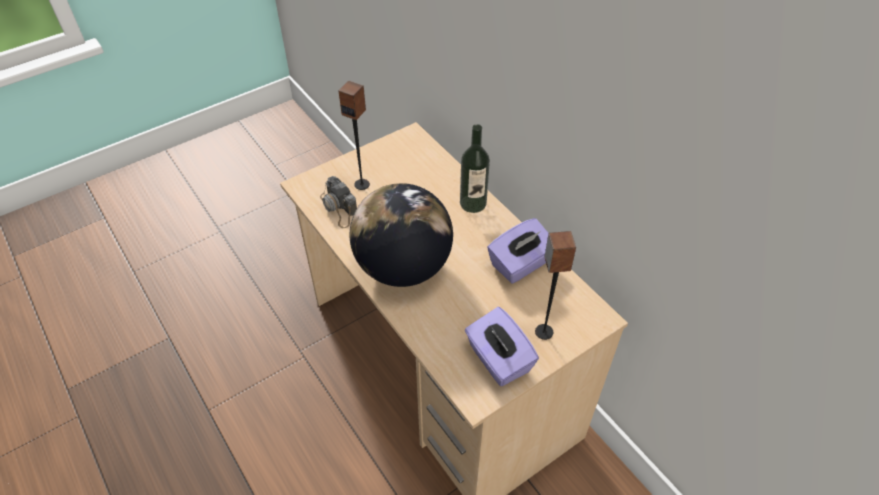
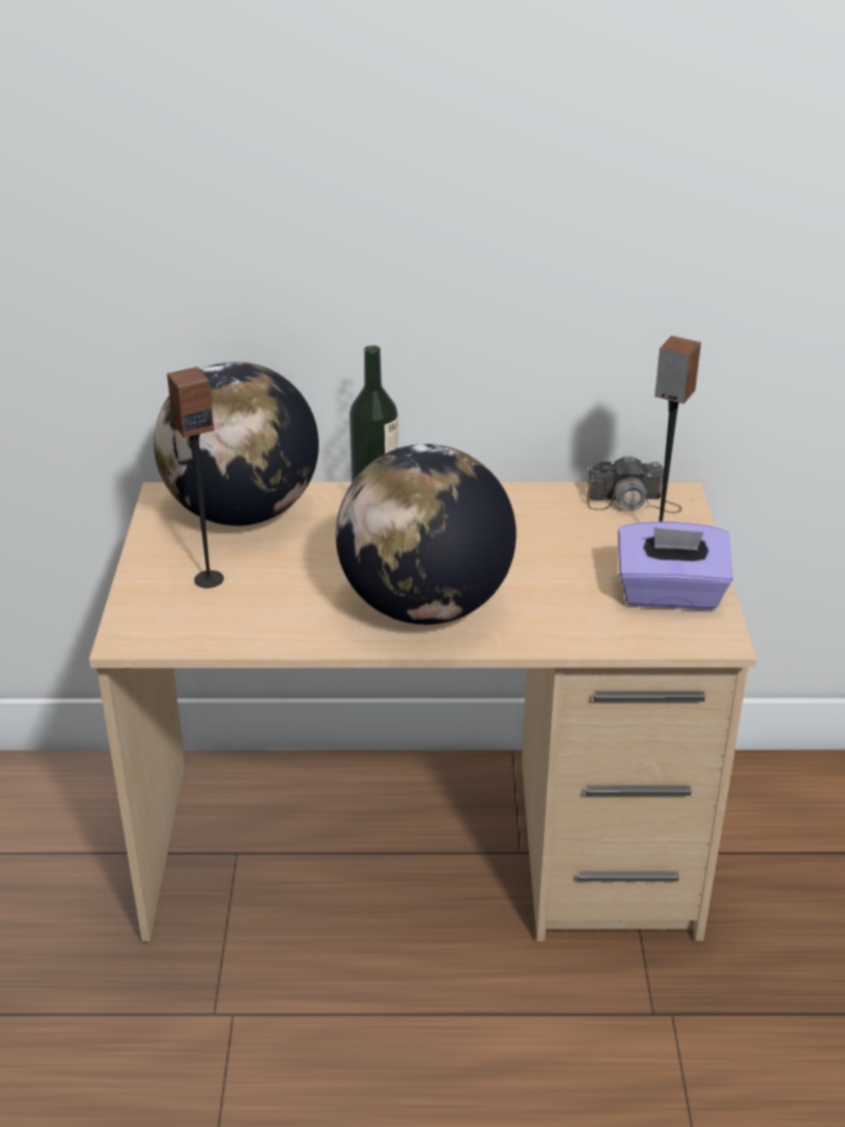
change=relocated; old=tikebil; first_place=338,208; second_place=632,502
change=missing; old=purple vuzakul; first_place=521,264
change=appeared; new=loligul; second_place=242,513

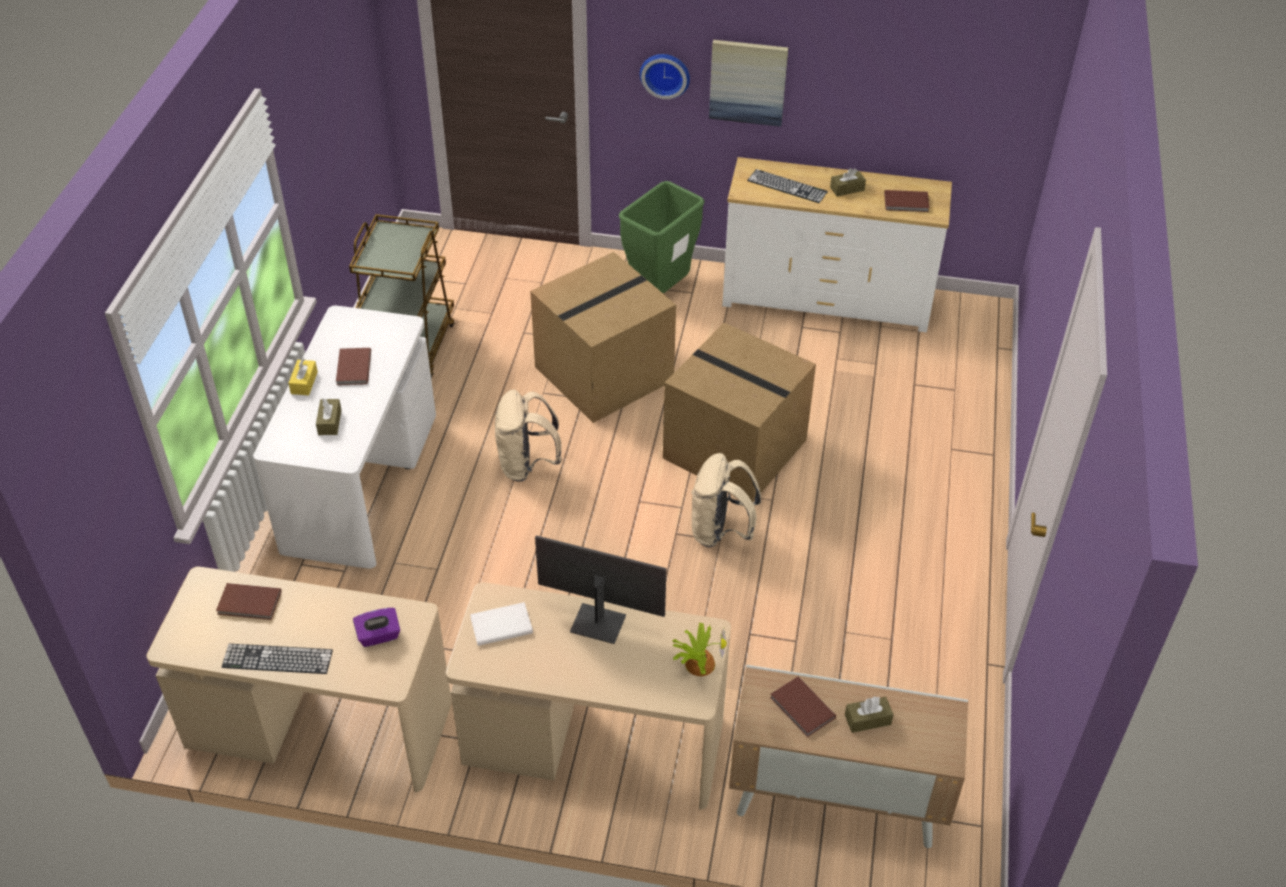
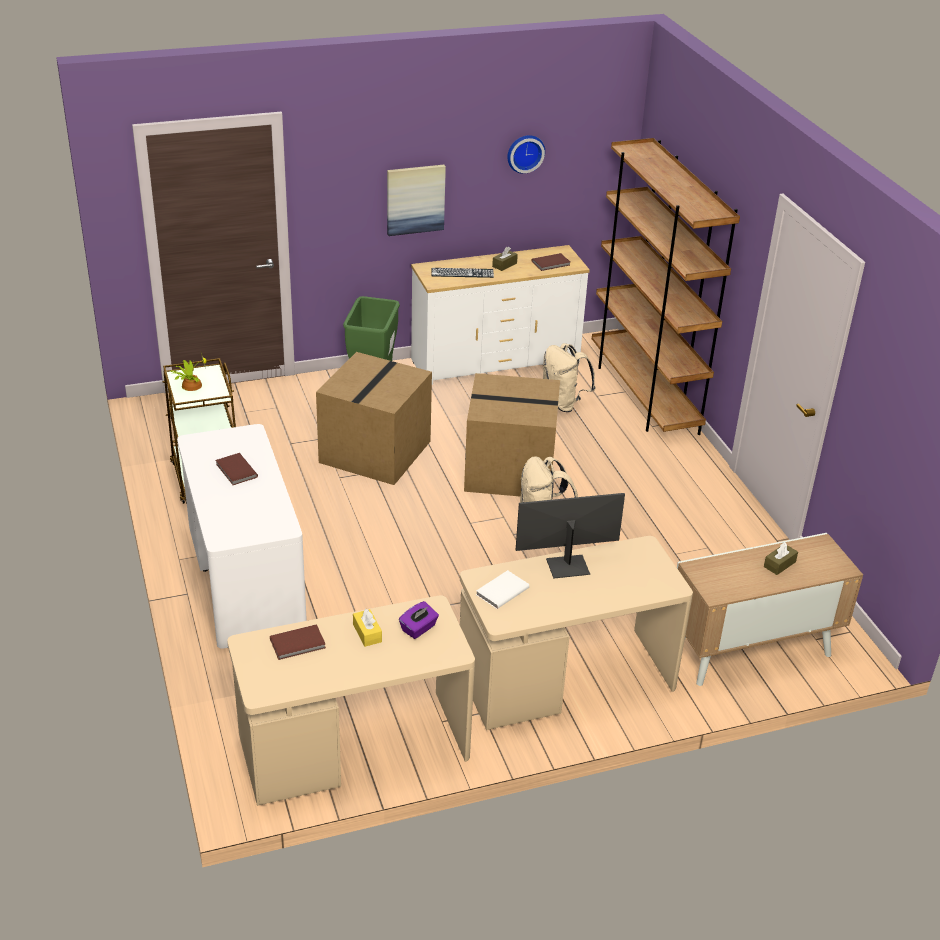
change=relocated; old=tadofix; first_place=665,74; second_place=525,153
change=relocated; old=yellow vuzakul; first_place=304,383; second_place=367,633
change=relocated; old=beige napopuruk; first_place=527,465; second_place=563,403
change=missing; old=brown vuzakul; first_place=329,422
change=relocated; old=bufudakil; first_place=698,662; second_place=190,385
change=missing; old=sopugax; first_place=277,659
change=missing; old=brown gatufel; first_place=802,709
change=appeared; new=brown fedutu; second_place=644,395

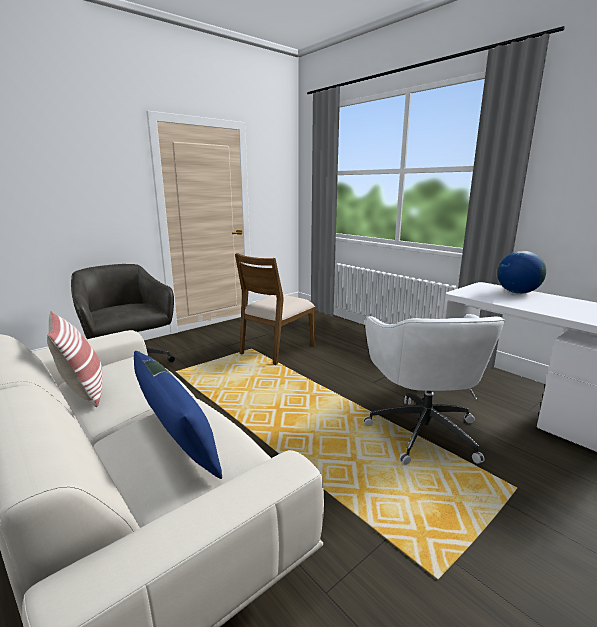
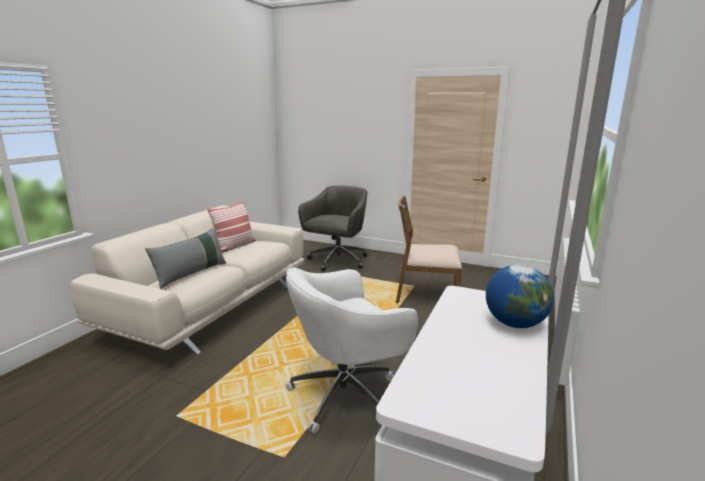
change=colour; old=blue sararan; new=grey sararan; first_place=177,440; second_place=191,274

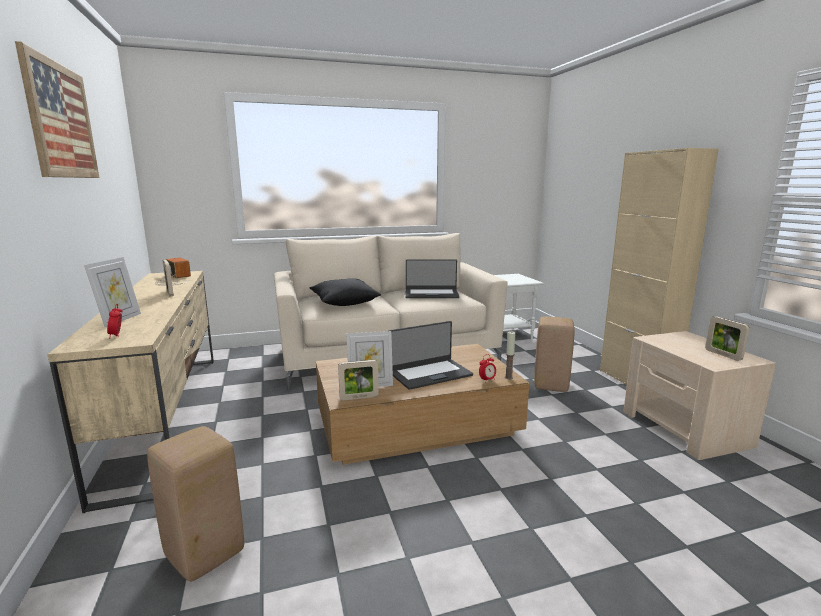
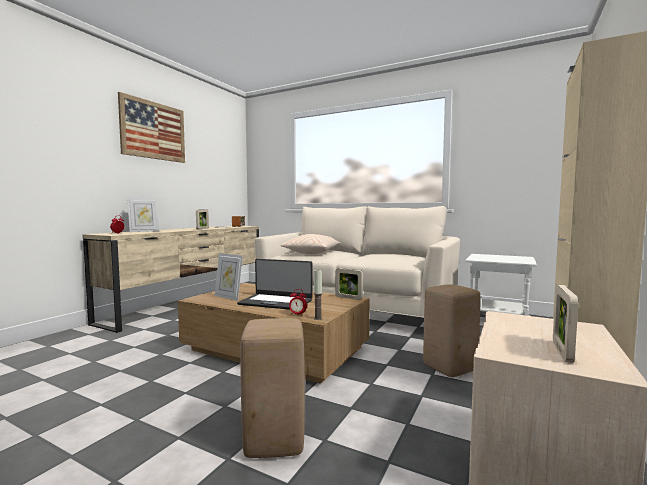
change=missing; old=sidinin; first_place=431,294
change=colour; old=black sararan; new=beige sararan; first_place=344,302; second_place=311,252
change=relocated; old=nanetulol; first_place=359,397; second_place=348,298
change=relocated; old=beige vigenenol; first_place=204,555; second_place=273,442

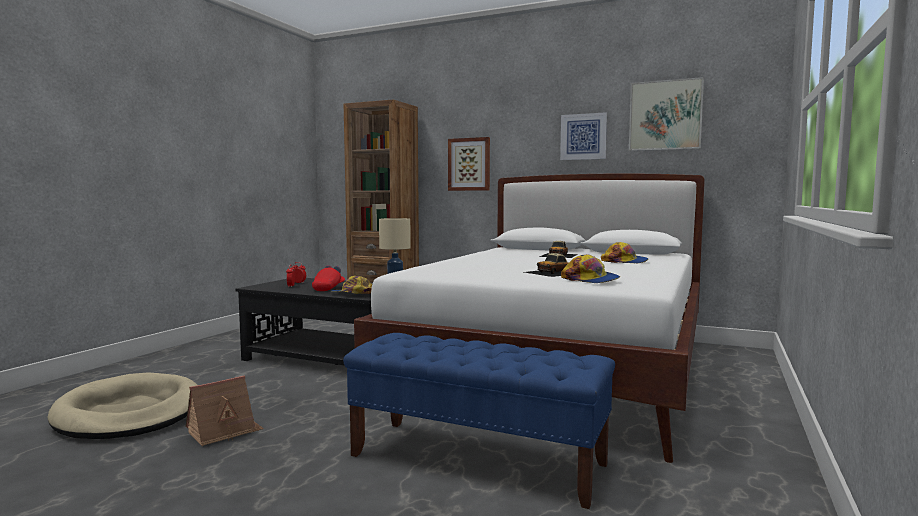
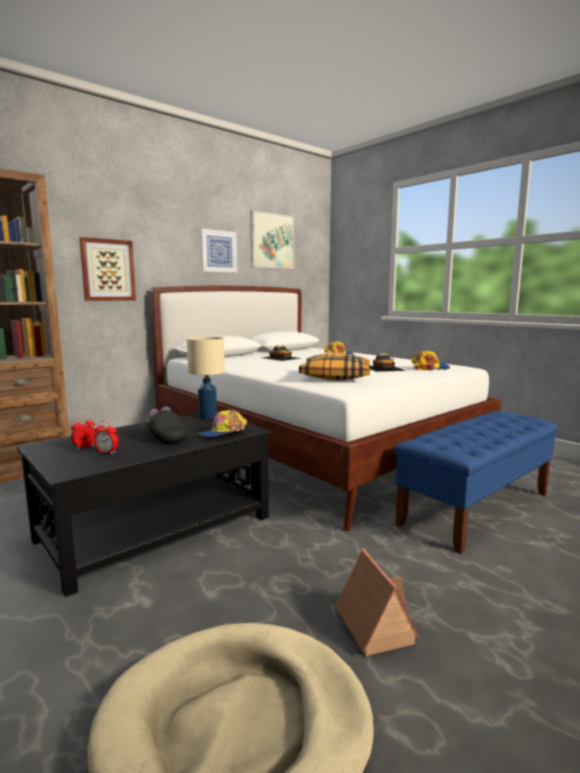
change=colour; old=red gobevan; new=black gobevan; first_place=329,288; second_place=165,438
change=appeared; new=sararan; second_place=335,376

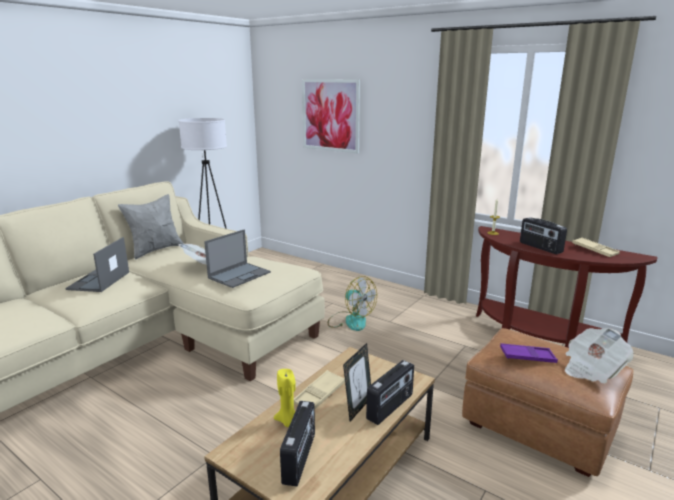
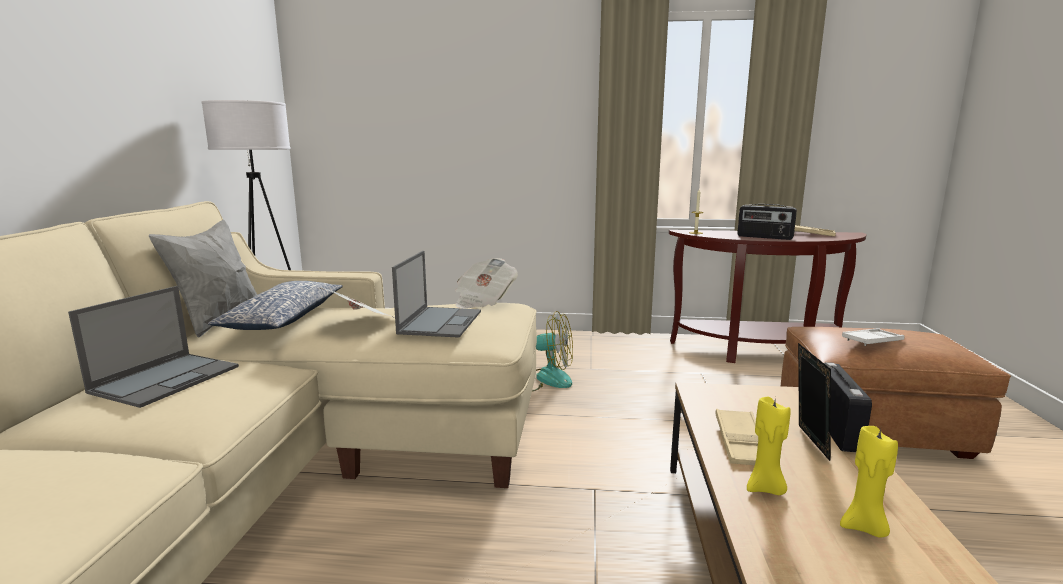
change=missing; old=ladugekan; first_place=330,115
change=spun; old=sidinin; first_place=98,281; second_place=167,379; degrees=-135
change=relocated; old=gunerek; first_place=592,369; second_place=483,301
change=colour; old=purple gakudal; new=white gakudal; first_place=527,357; second_place=872,341
change=exchanged; old=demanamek; new=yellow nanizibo; first_place=300,459; second_place=864,528
change=appeared; new=sararan; second_place=283,319

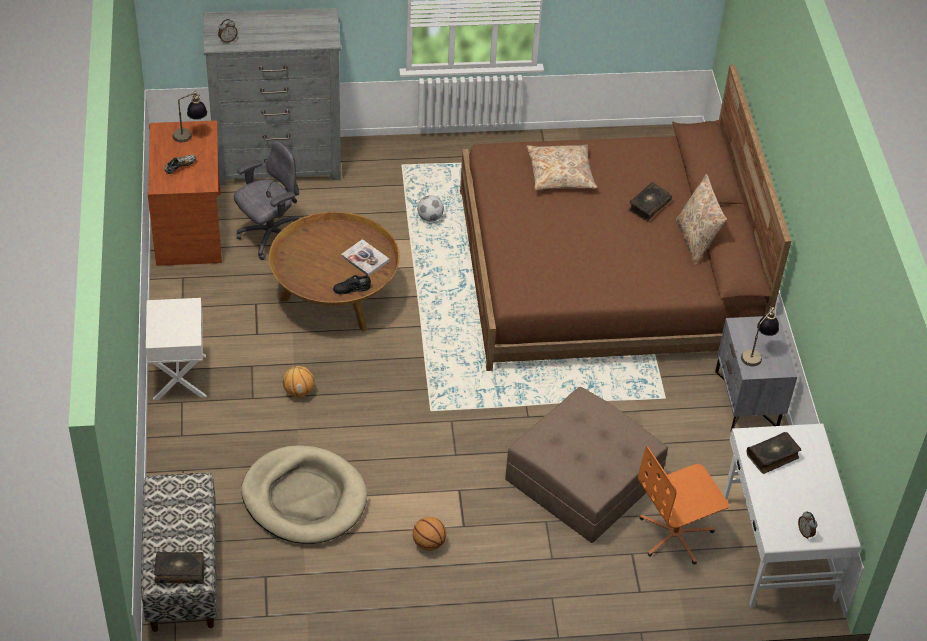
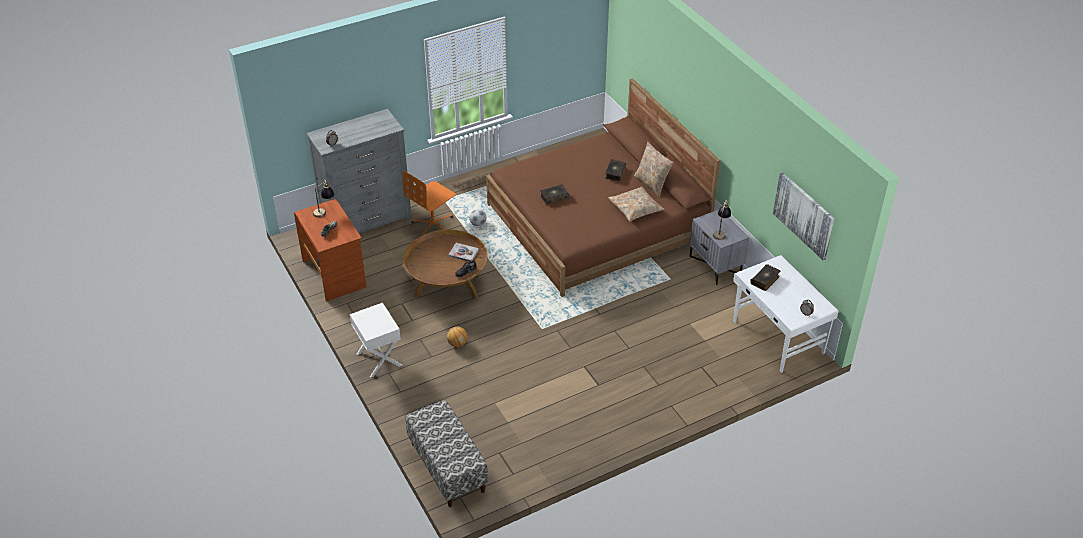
change=missing; old=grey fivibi; first_place=270,236
change=relocated; old=beige sararan; first_place=560,174; second_place=635,208
change=missing; old=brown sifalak; first_place=583,479
change=missing; old=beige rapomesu; first_place=304,498
change=relocated; old=orange fivibi; first_place=675,535; second_place=433,224
change=missing; old=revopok; first_place=428,543
change=relocated; old=gatufel; first_place=180,571; second_place=554,197
change=appeared; new=ladugekan; second_place=803,215

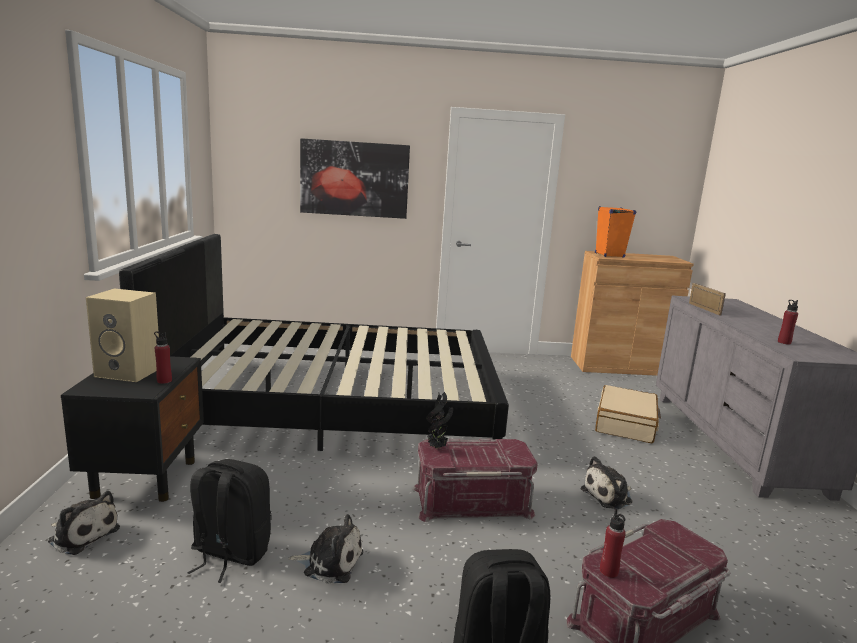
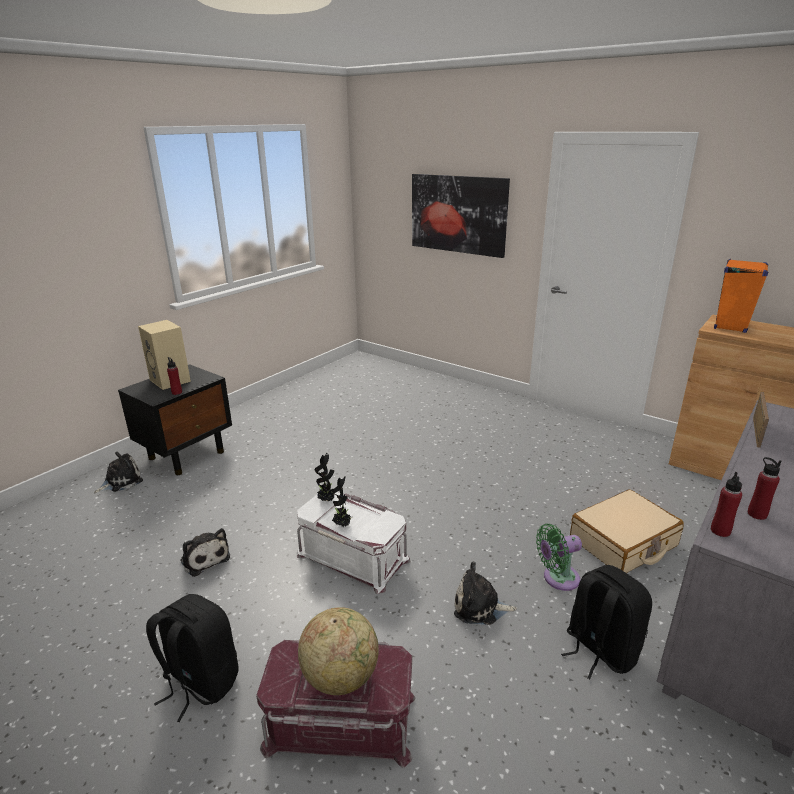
change=missing; old=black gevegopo; first_place=336,403
change=colour; old=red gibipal; new=white gibipal; first_place=472,500; second_place=353,556
change=relocated; old=black napopuruk; first_place=229,554; second_place=599,649
change=spun; old=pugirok; first_place=82,534; second_place=121,481; degrees=-105
change=relocated; old=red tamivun; first_place=608,571; second_place=720,531
change=appeared; new=bufudakil; second_place=342,525
change=appeared; new=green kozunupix; second_place=557,578
change=appeared; new=loligul; second_place=341,677

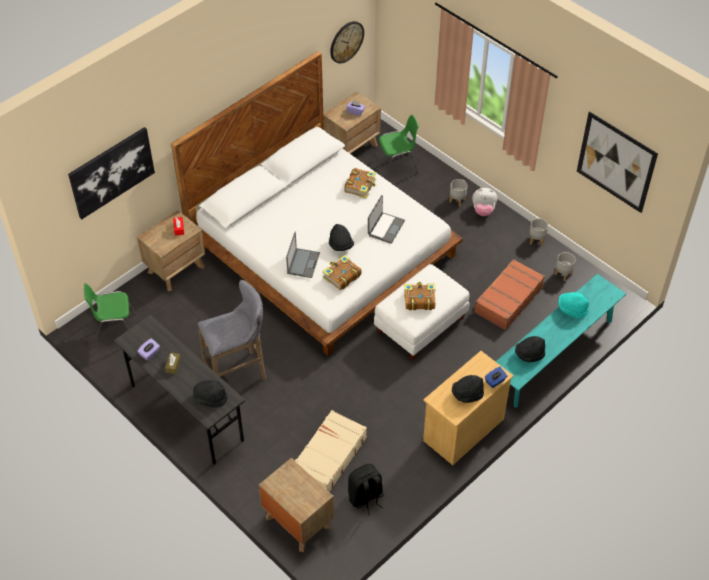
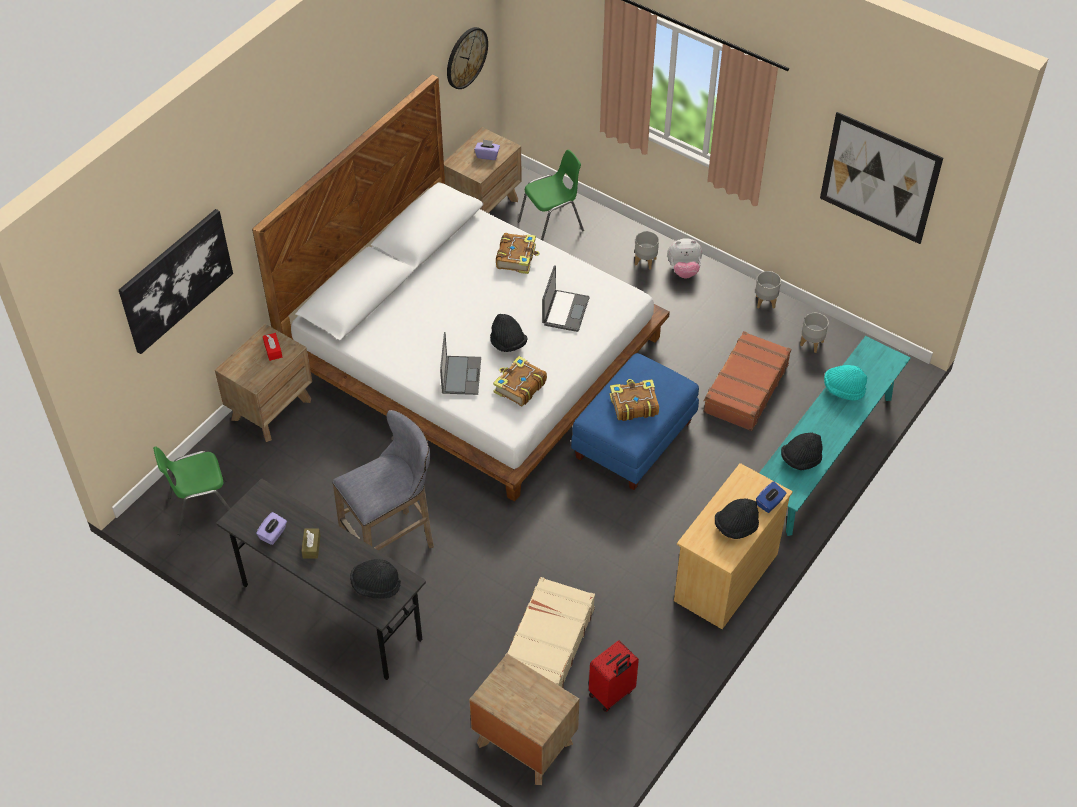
change=colour; old=white sifalak; new=blue sifalak; first_place=420,324; second_place=633,439
change=exchanged; old=black napopuruk; new=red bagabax; first_place=365,498; second_place=612,694

